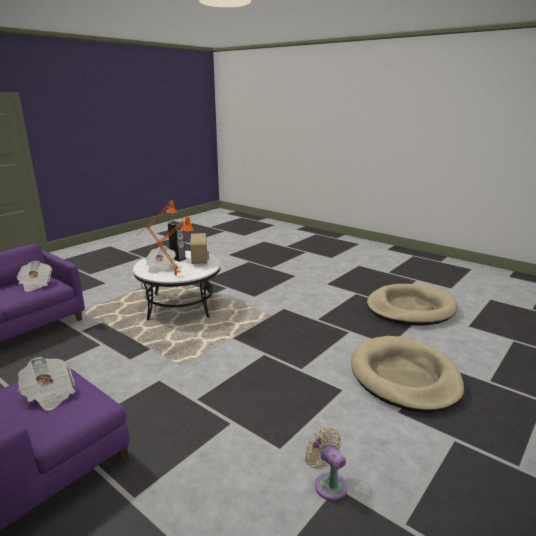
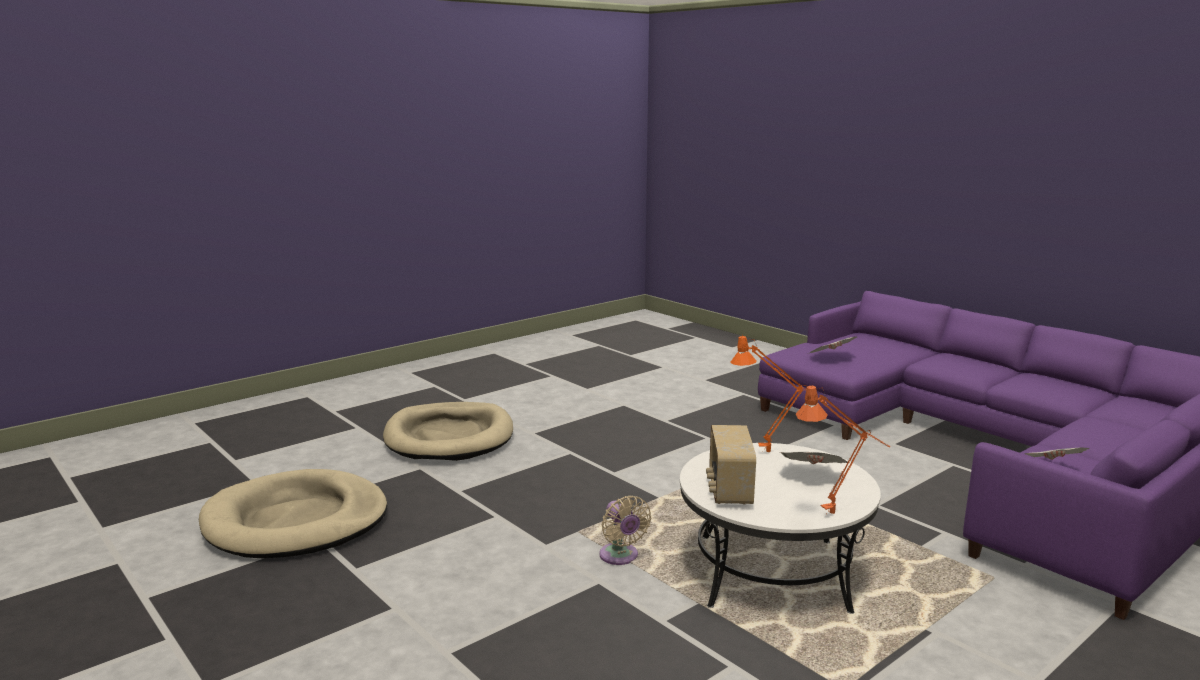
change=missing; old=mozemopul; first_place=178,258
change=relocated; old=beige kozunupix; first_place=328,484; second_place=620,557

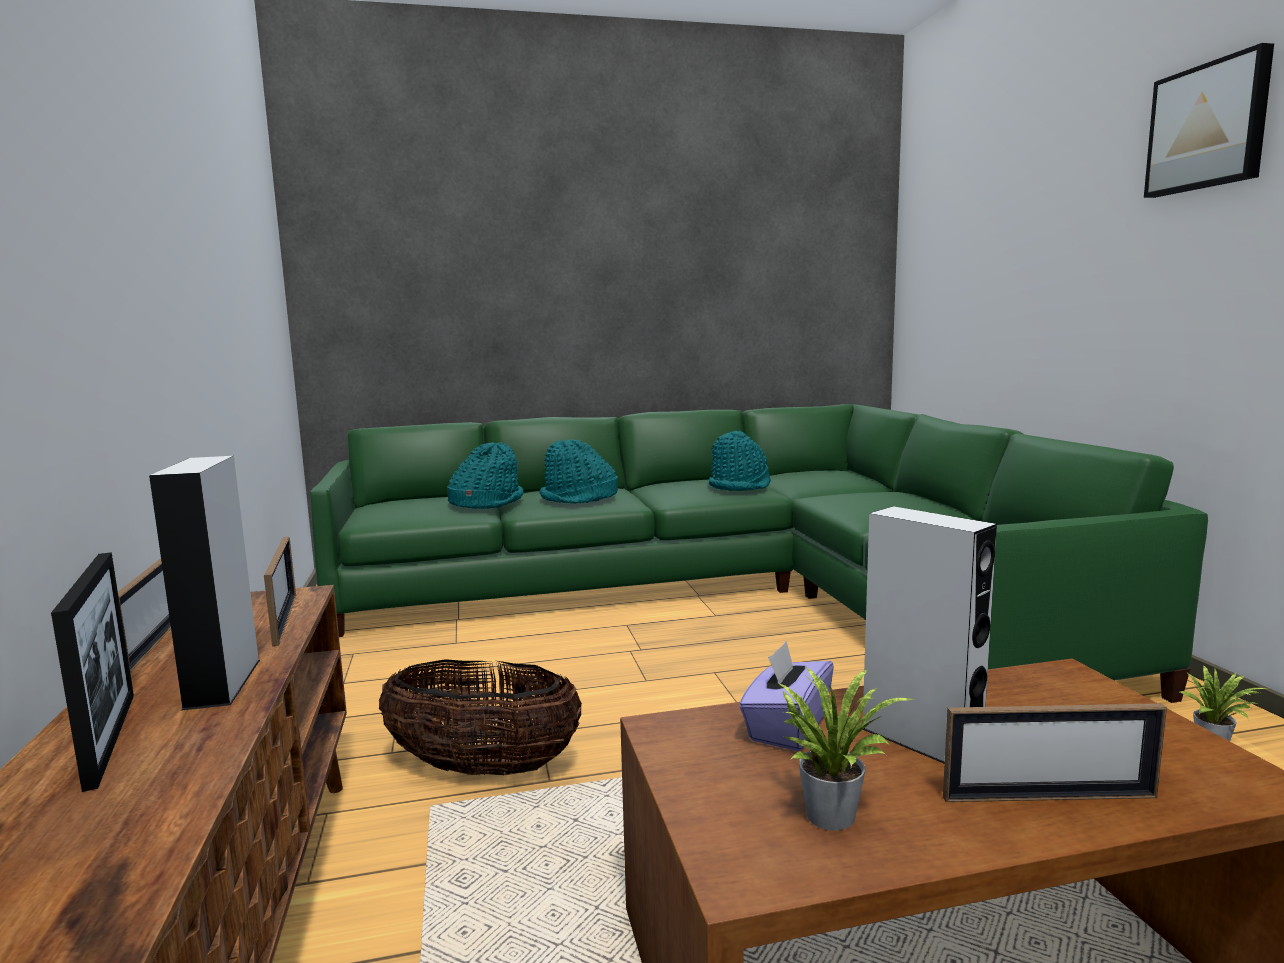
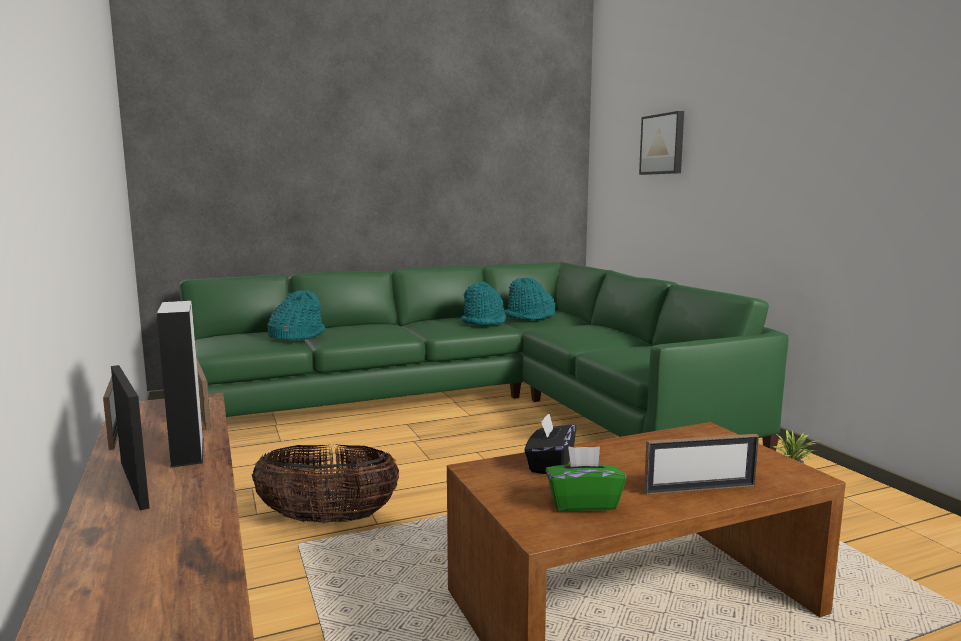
change=relocated; old=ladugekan; first_place=1209,127; second_place=663,144
change=relocated; old=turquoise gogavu; first_place=579,498; second_place=530,317
change=missing; old=grey mozemopul; first_place=920,740
change=colour; old=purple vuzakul; new=black vuzakul; first_place=786,728; second_place=550,465
change=exchanged; old=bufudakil; new=green vuzakul; first_place=829,812; second_place=583,503

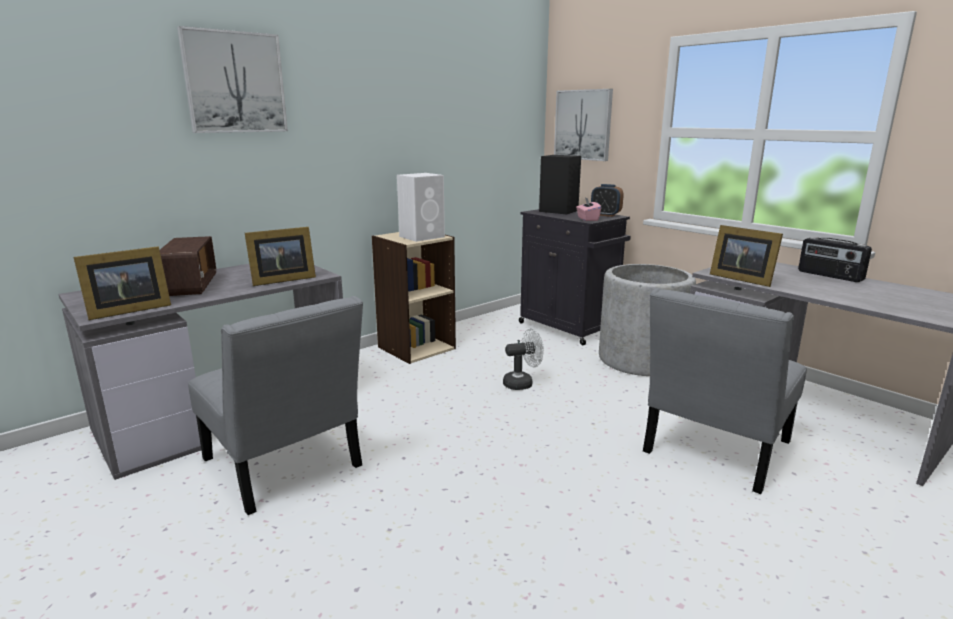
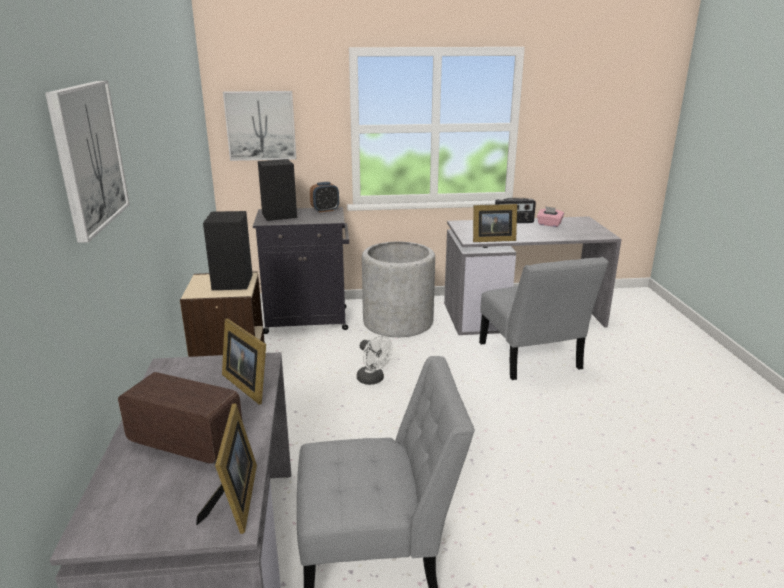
change=colour; old=white mozemopul; new=black mozemopul; first_place=422,236; second_place=232,281
change=relocated; old=pink vuzakul; first_place=587,219; second_place=549,224
change=spun; old=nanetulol; first_place=280,280; second_place=248,384; degrees=135
change=spun; old=white kozunupix; first_place=522,383; second_place=373,380; degrees=120

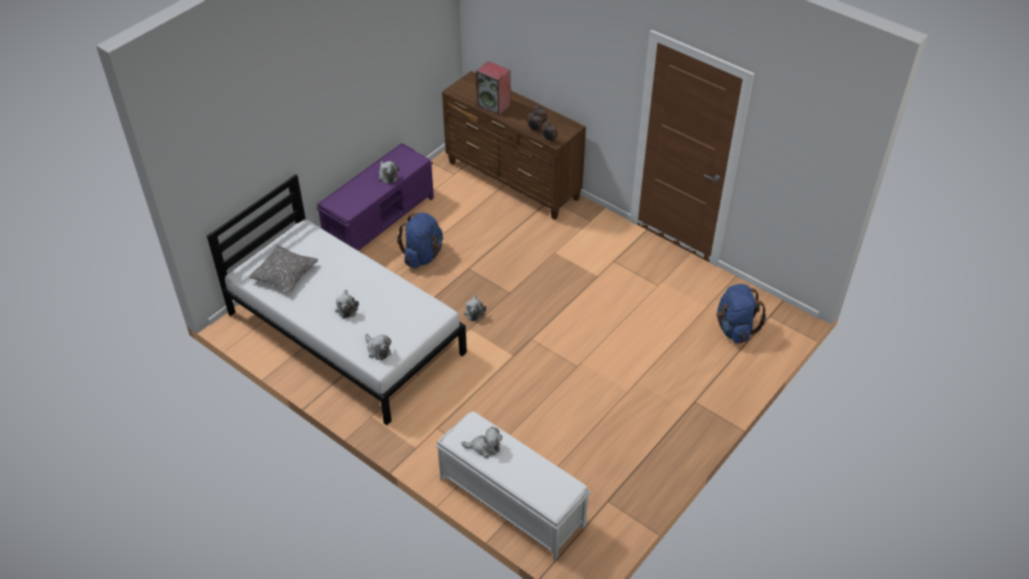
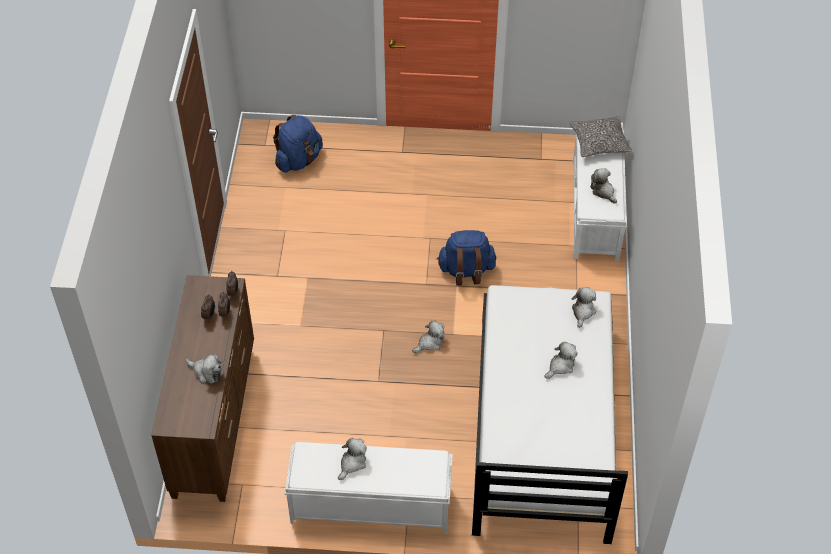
change=exchanged; old=mozemopul; new=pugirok; first_place=494,105; second_place=206,372
change=colour; old=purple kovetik; new=white kovetik; first_place=380,219; second_place=369,505
change=relocated; old=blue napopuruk; first_place=423,256; second_place=466,271
change=relocated; old=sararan; first_place=284,274; second_place=599,142

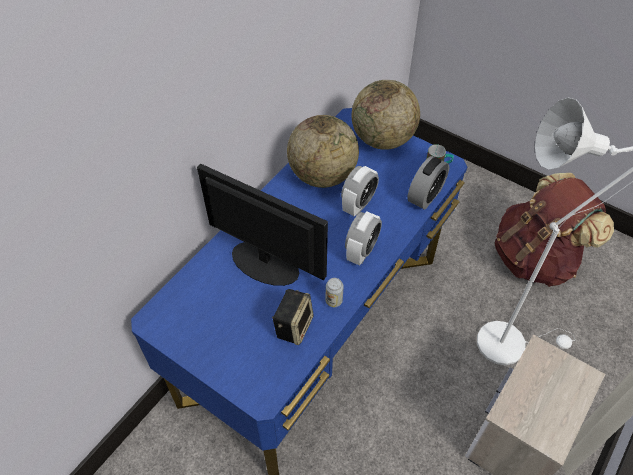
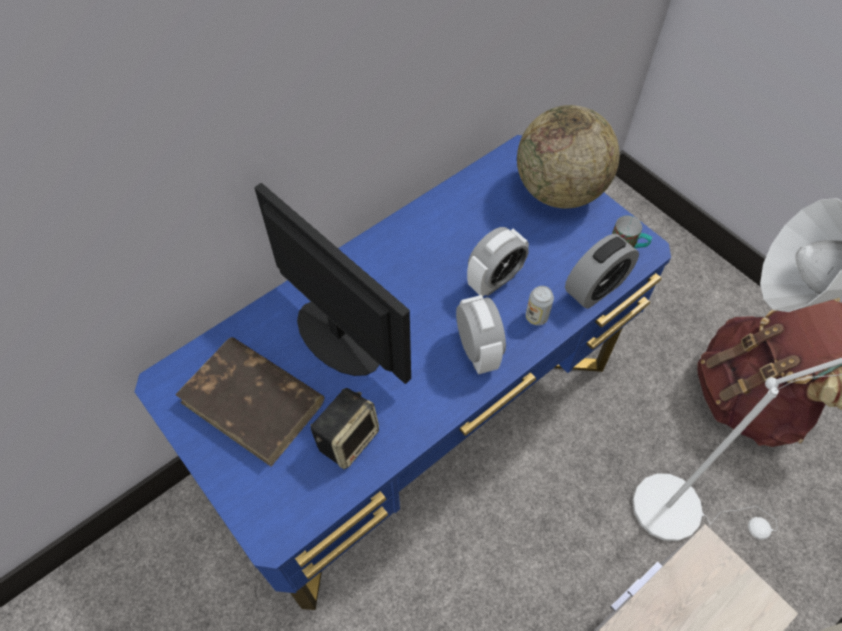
change=missing; old=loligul; first_place=322,176
change=spun; old=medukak; first_place=361,251; second_place=477,351; degrees=-60
change=relocated; old=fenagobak; first_place=334,301; second_place=536,317
change=appeared; new=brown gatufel; second_place=254,402

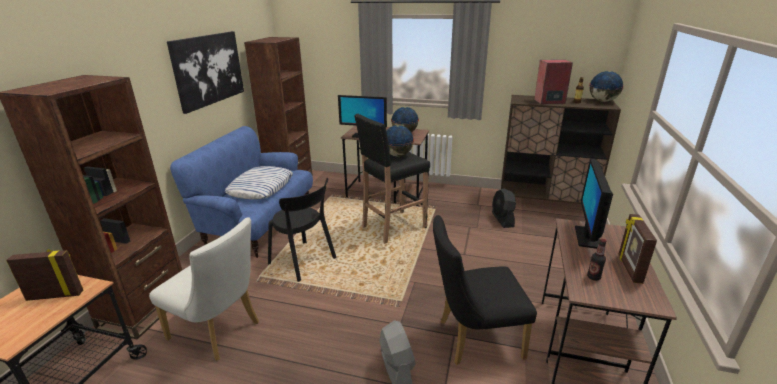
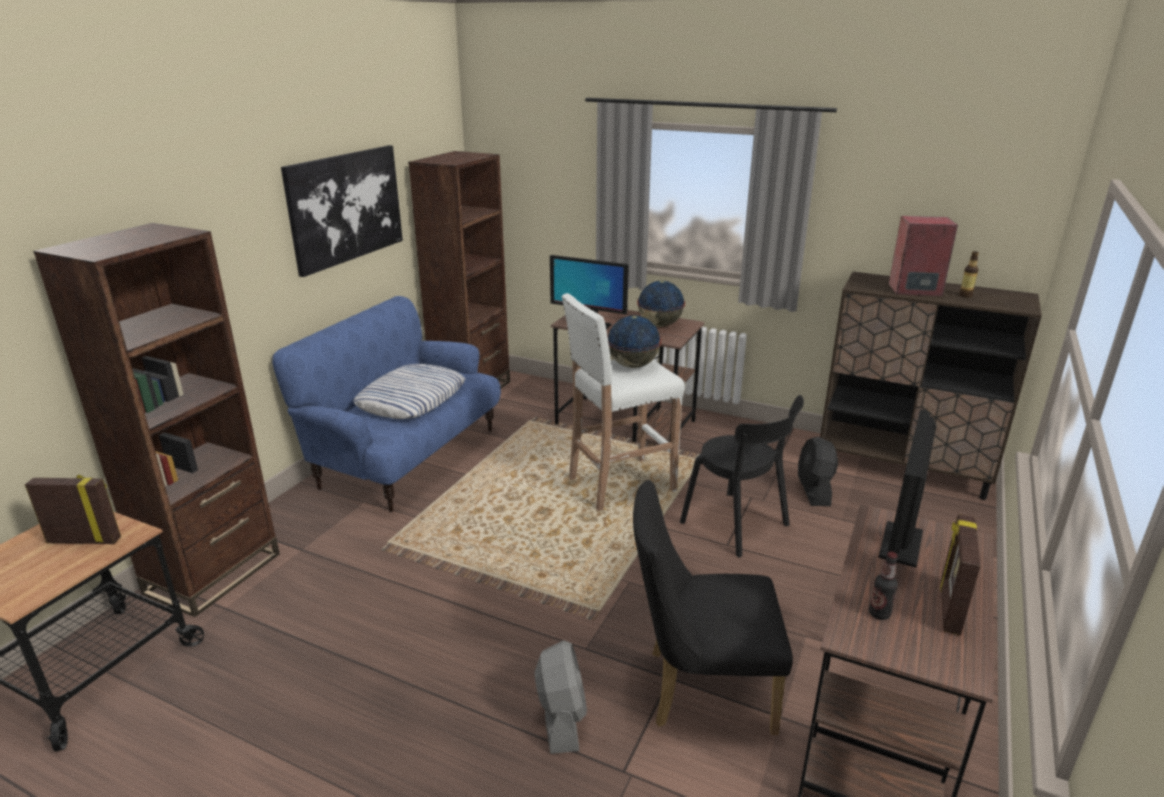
change=missing; old=loligul; first_place=602,101
change=colour; old=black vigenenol; new=white vigenenol; first_place=393,227; second_place=619,485
change=relocated; old=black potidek; first_place=304,262; second_place=738,526
change=missing; old=white potidek; first_place=219,332

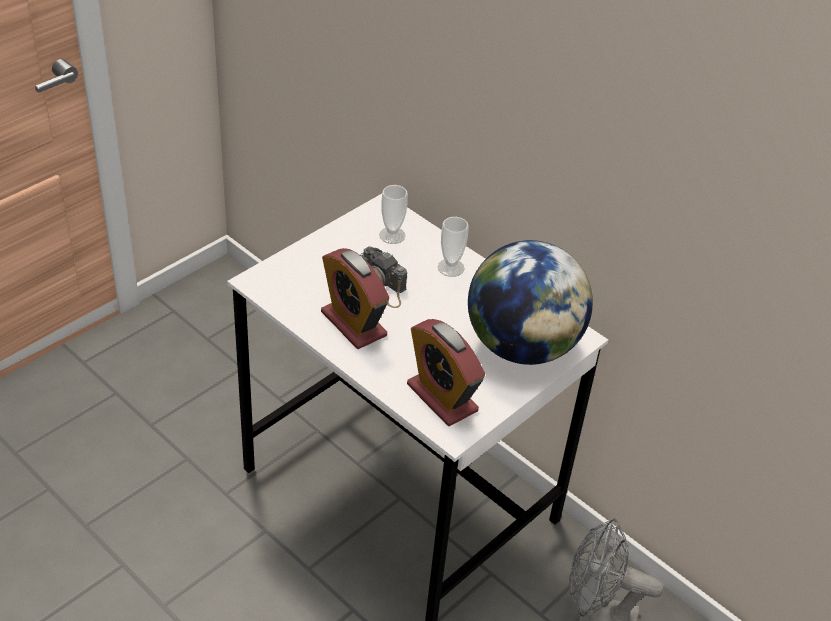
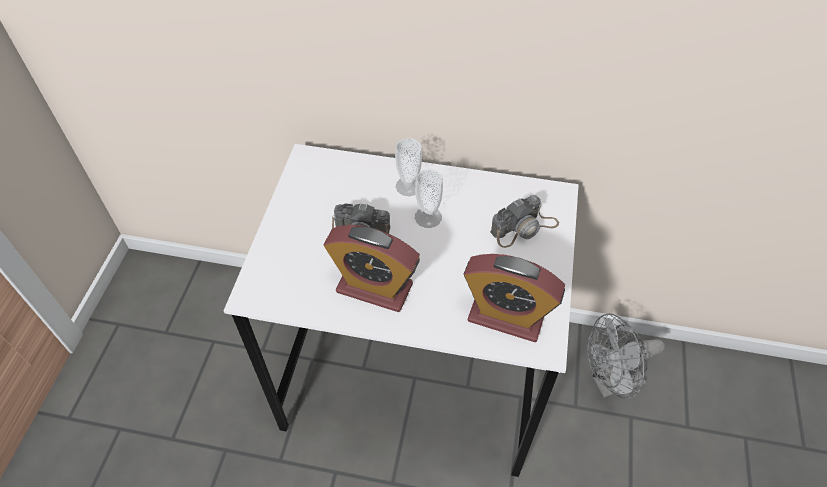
change=relocated; old=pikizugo; first_place=392,235; second_place=428,217
change=exchanged; old=loligul; new=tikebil; first_place=522,346; second_place=524,228

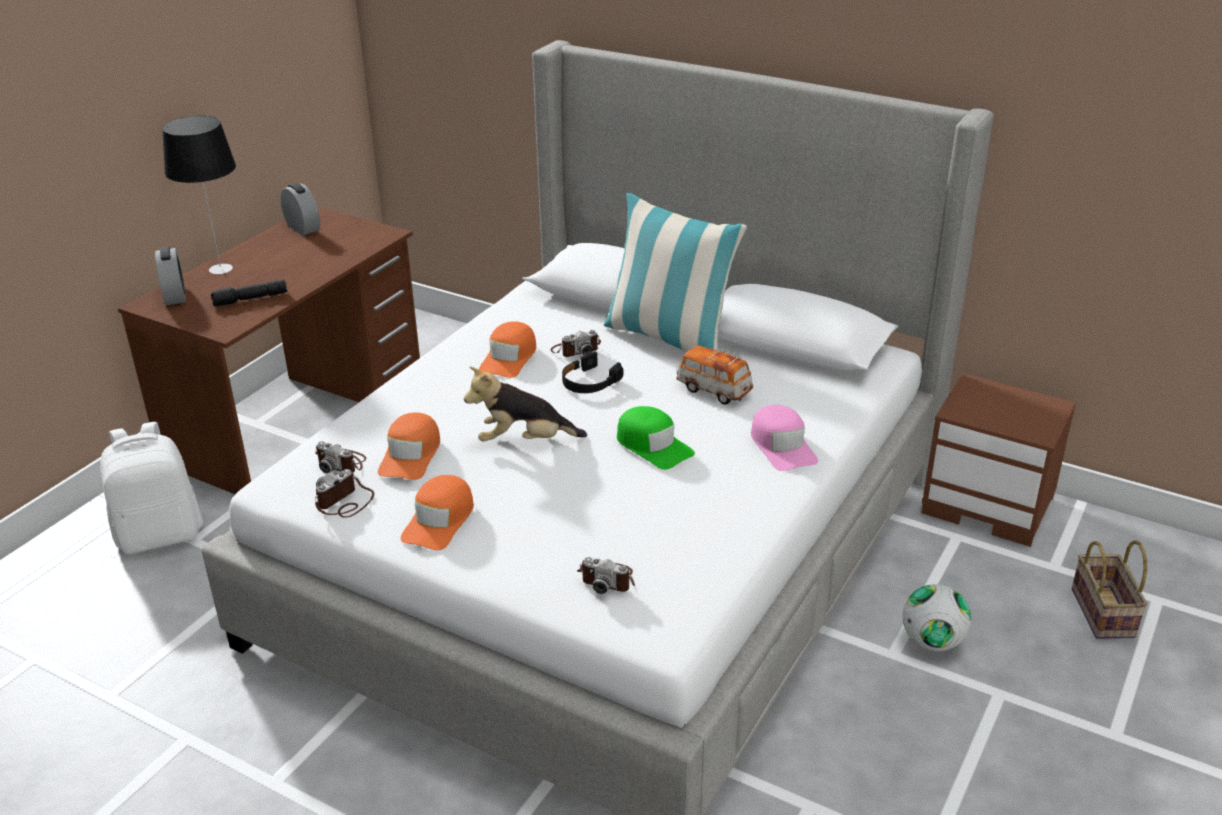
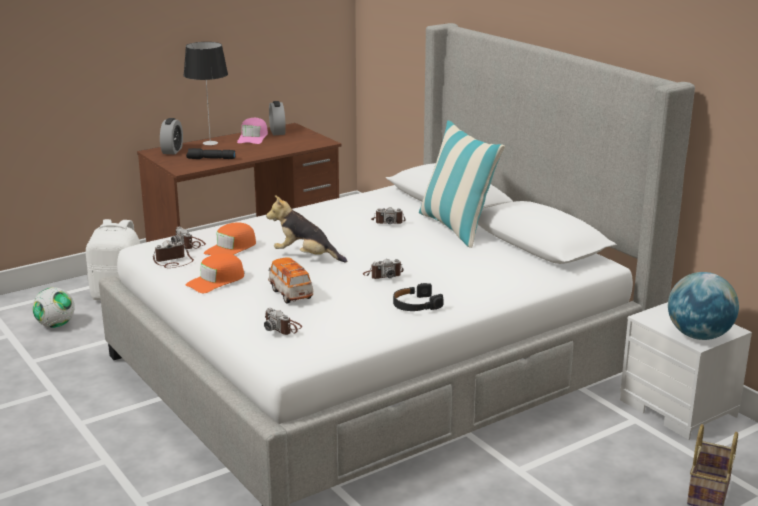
change=missing; old=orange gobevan; first_place=509,358
change=relocated; old=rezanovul; first_place=713,390; second_place=290,294
change=relocated; old=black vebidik; first_place=589,382; second_place=416,305
change=colour; old=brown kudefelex; new=white kudefelex; first_place=989,505; second_place=680,408
change=relocated; old=pink gobevan; first_place=782,446; second_place=253,138
change=exchanged; old=green gobevan; new=tikebil; first_place=653,445; second_place=383,275
change=relocated; old=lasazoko; first_place=932,641; second_place=56,325
change=appeared; new=loligul; second_place=699,336

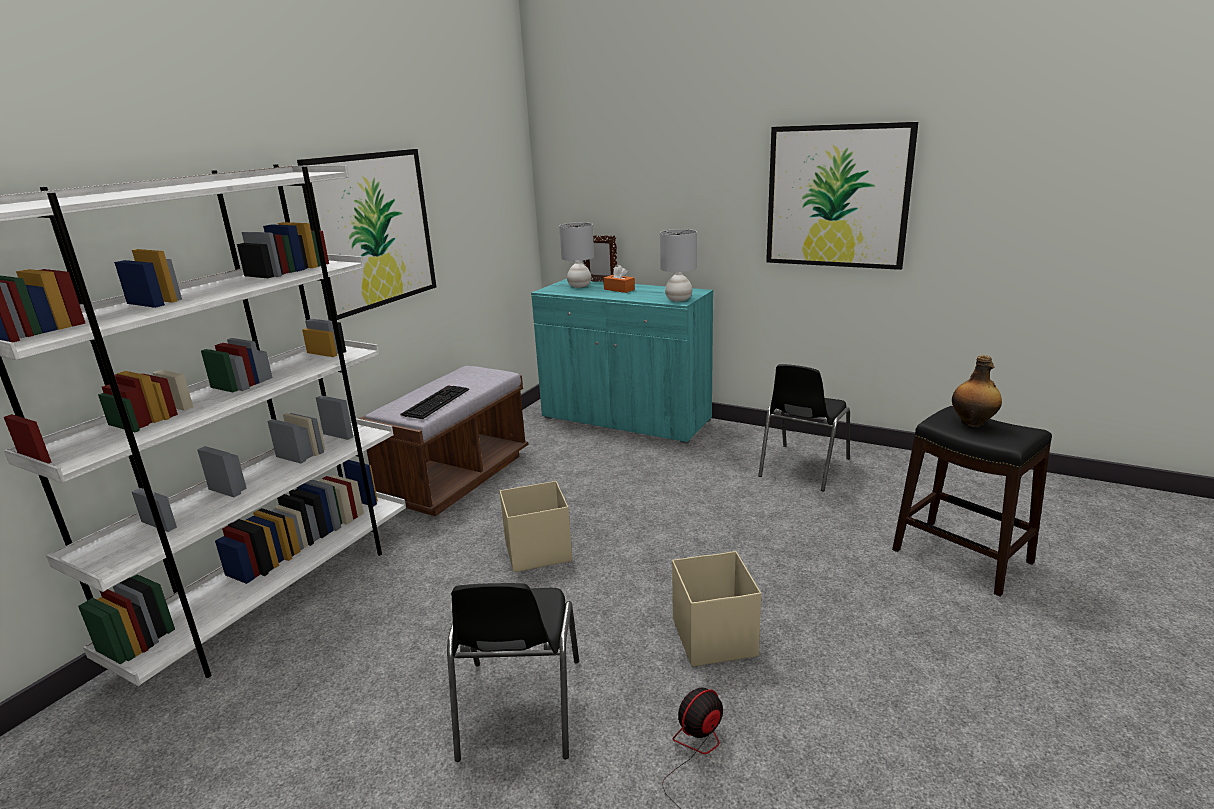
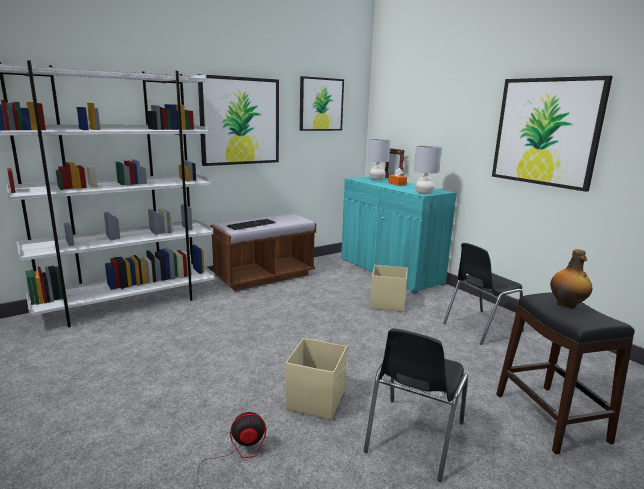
change=relocated; old=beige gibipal; first_place=537,552; second_place=387,303
change=relocated; old=black potidek; first_place=518,710; second_place=413,437
change=appeared; new=ladugekan; second_place=321,104

